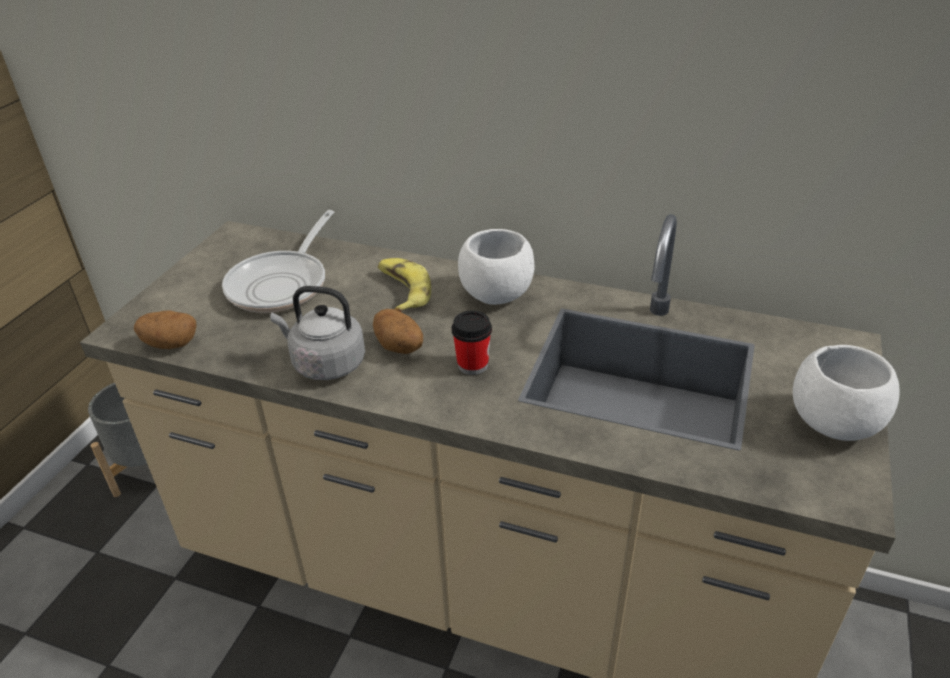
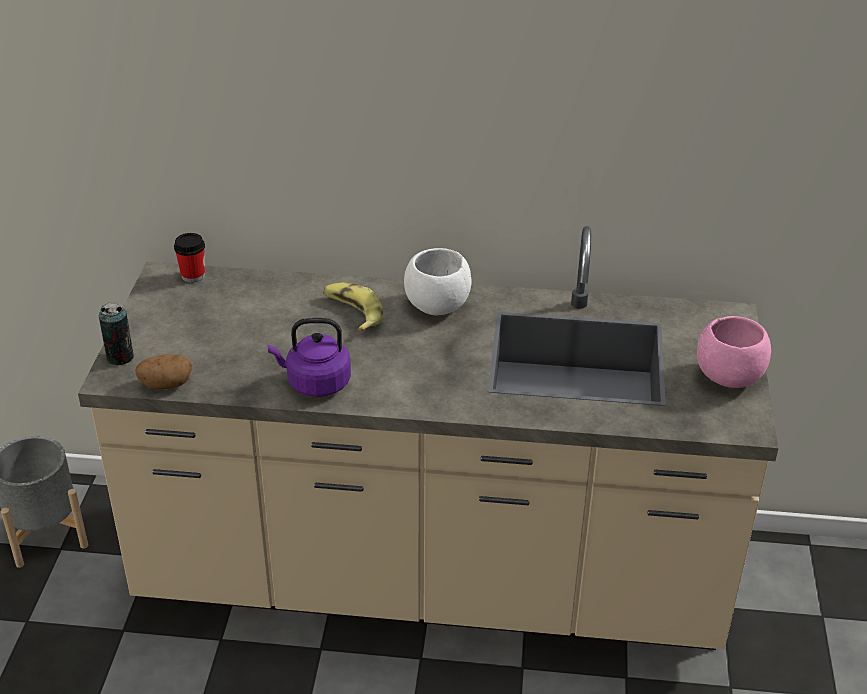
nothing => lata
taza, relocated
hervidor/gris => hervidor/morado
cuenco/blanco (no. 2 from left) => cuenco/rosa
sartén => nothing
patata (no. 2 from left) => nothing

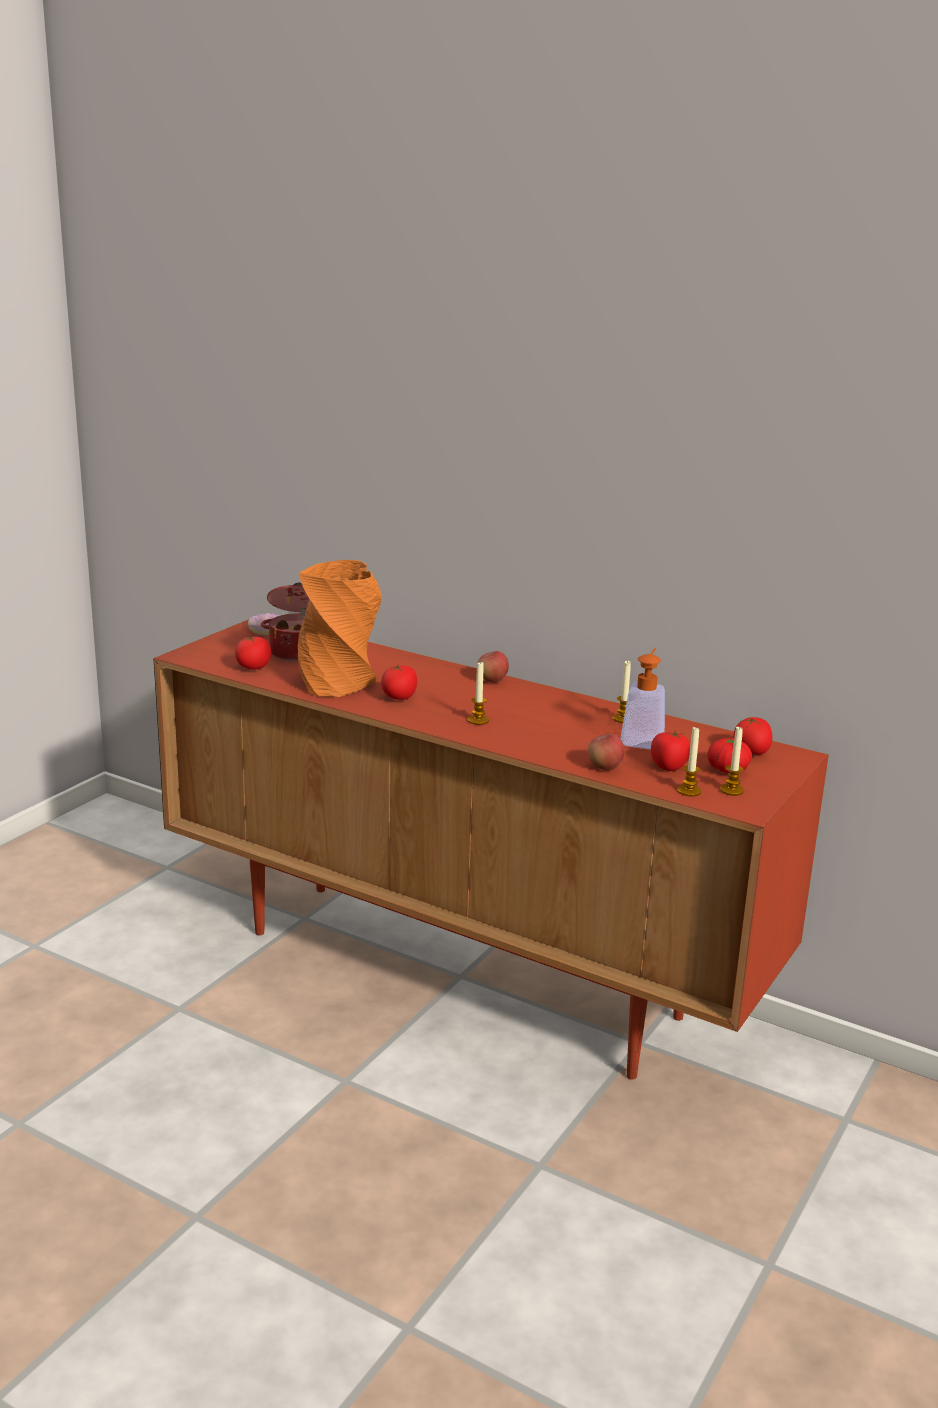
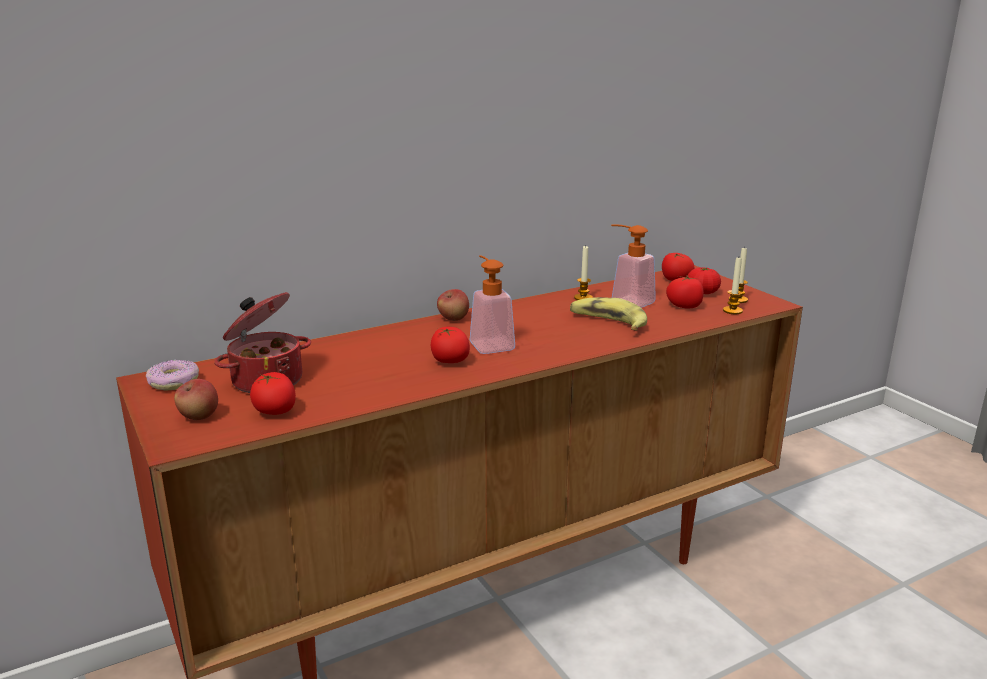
manzana (no. 2 from left in the first image) => manzana (no. 1 from left), relocated
nothing => dispensador de jabón (no. 1 from left)
nothing => plátano
florero/naranja => nothing
vela (no. 1 from left) => nothing

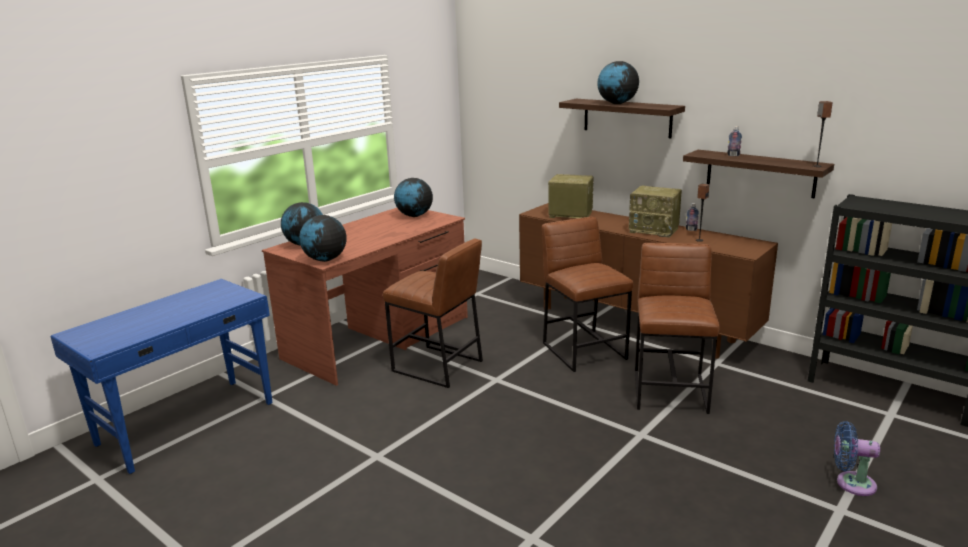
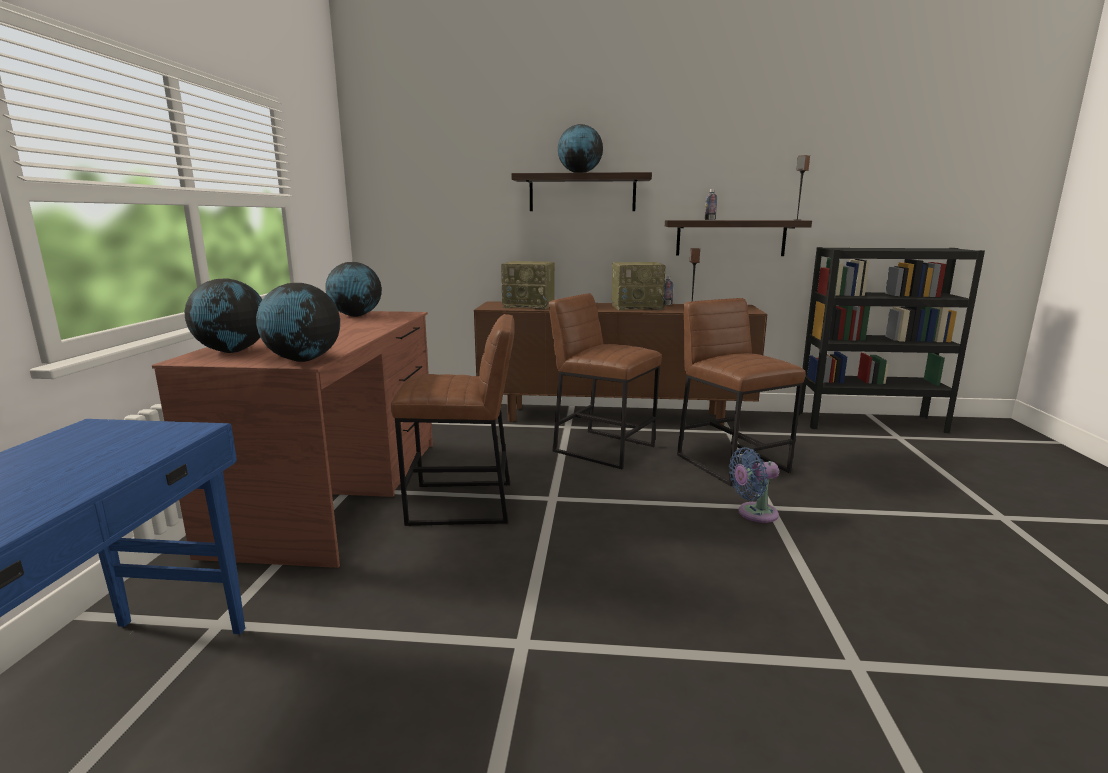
radio (no. 1 from left), 150 degrees counterclockwise
ventilador/azul, relocated

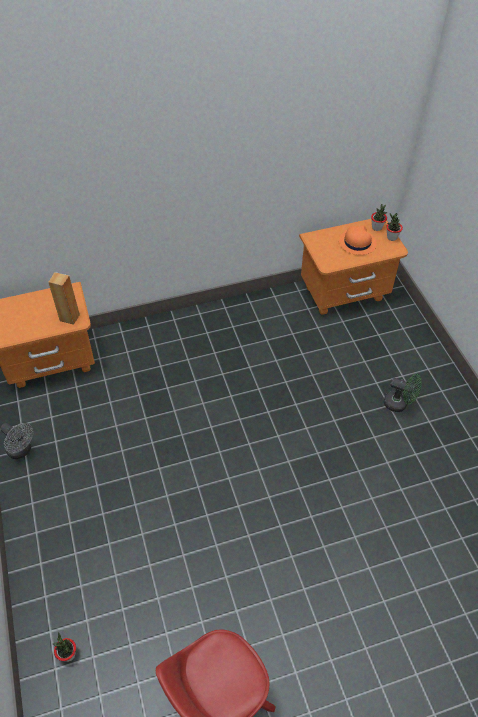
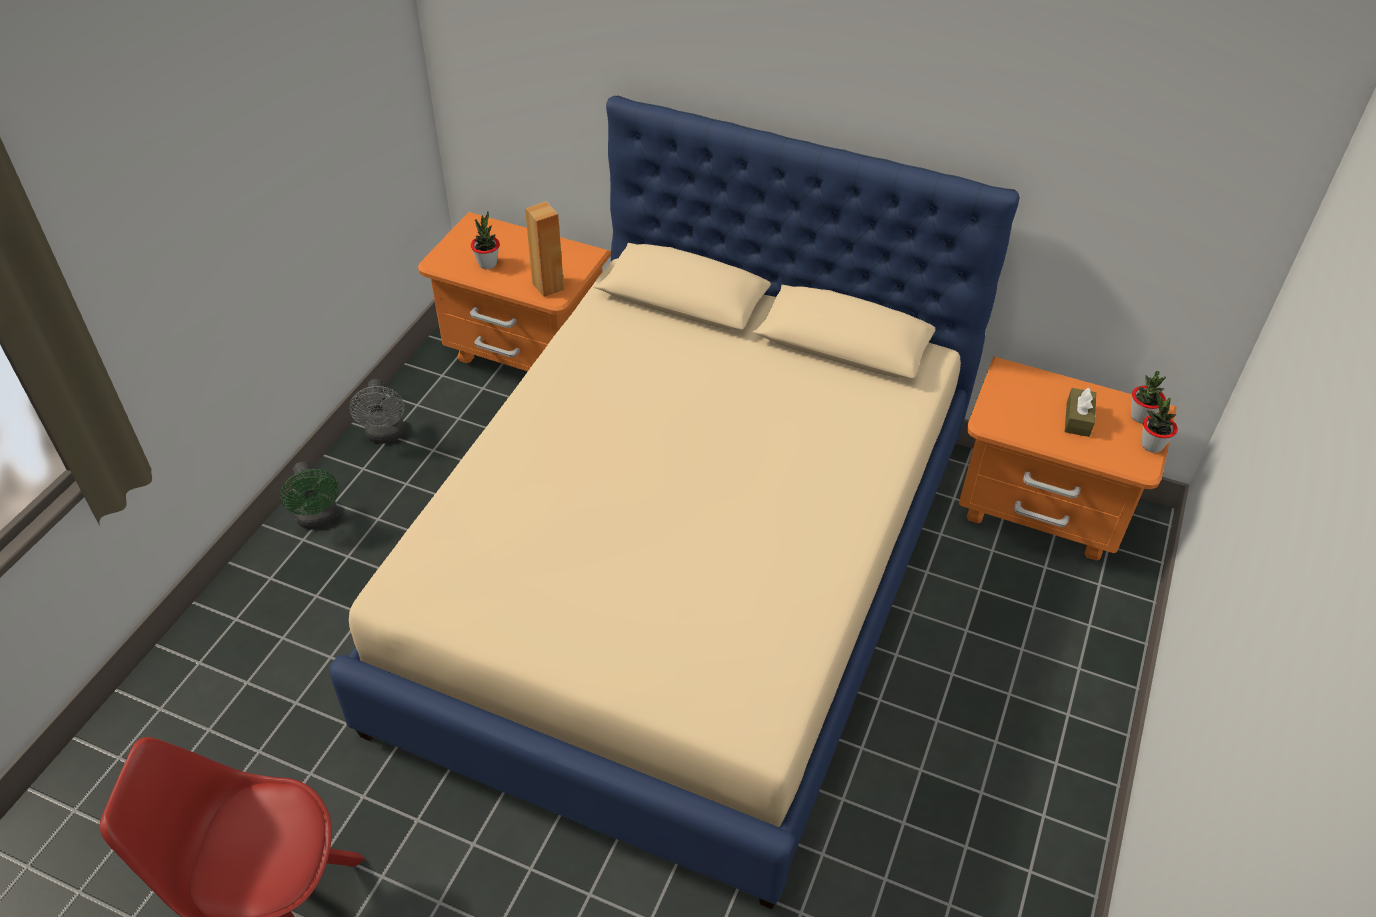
ventilador/verde, relocated
nothing => cama/beis
planta en maceta (no. 1 from left), relocated
sombrero/naranja => caja de pañuelos/marrón

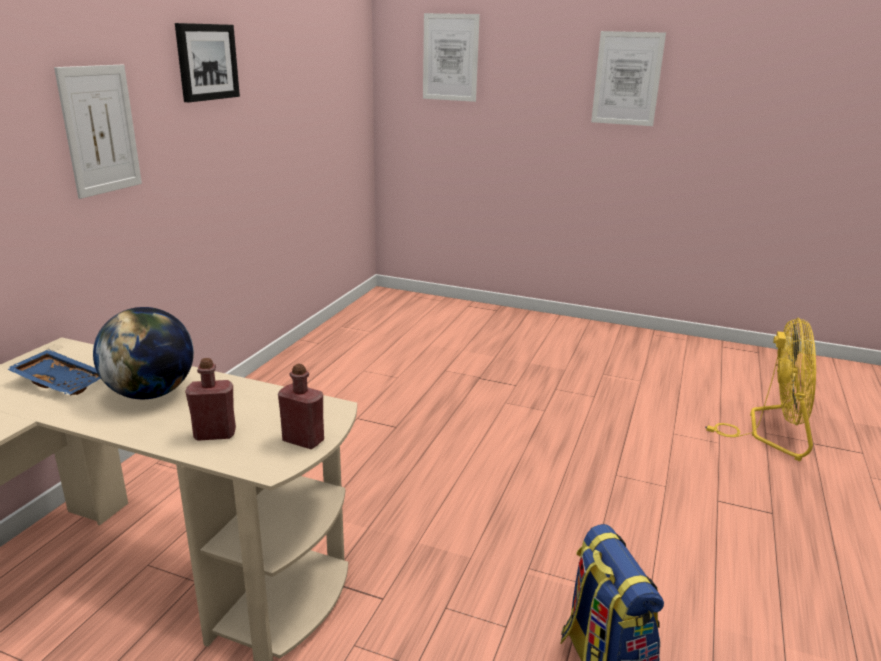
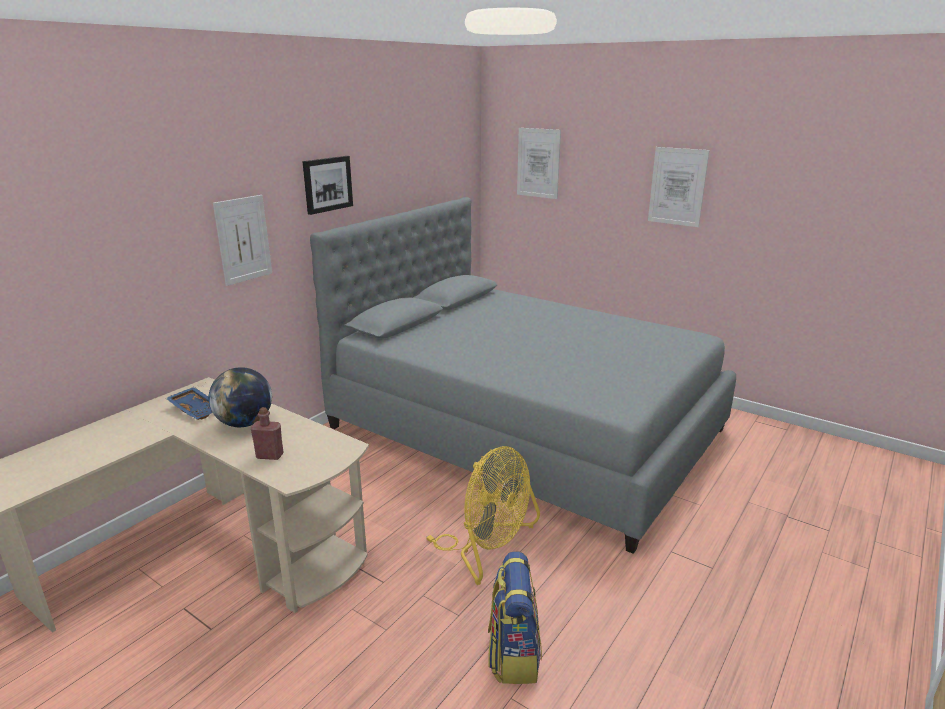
nothing => cama/gris
ventilador/amarillo, relocated
botella/rojo (no. 2 from left) => nothing

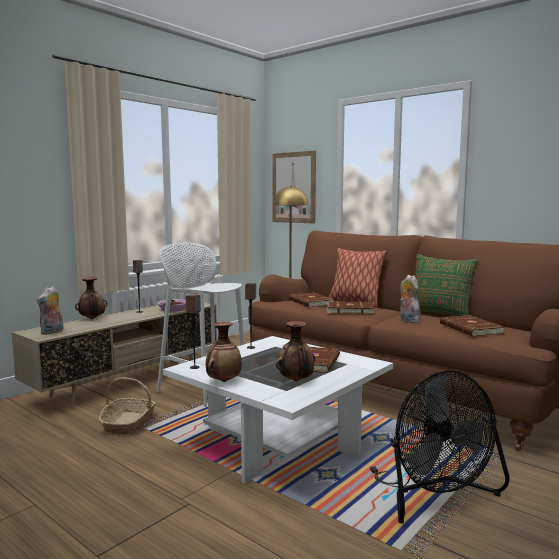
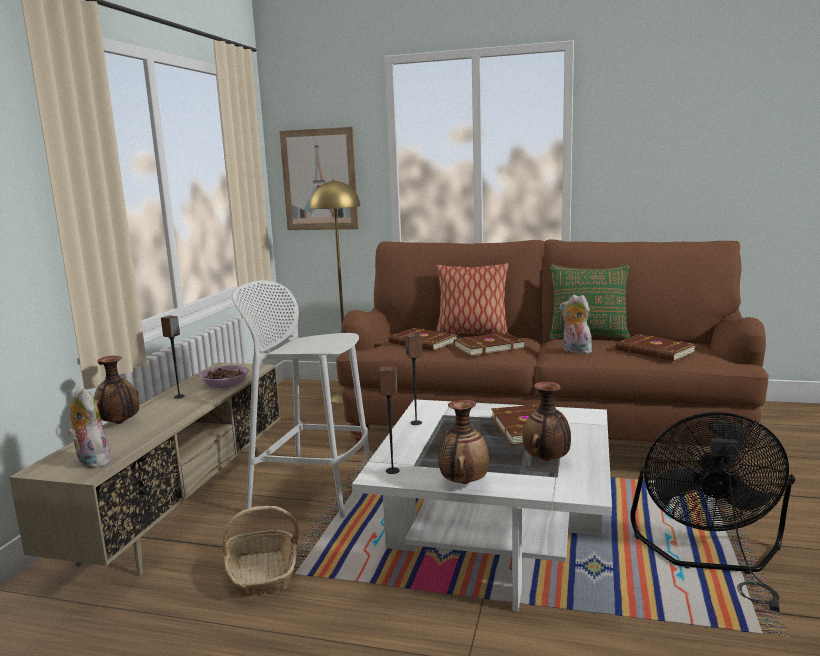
peluche (no. 1 from left), 135 degrees clockwise
ventilador/negro, 120 degrees counterclockwise

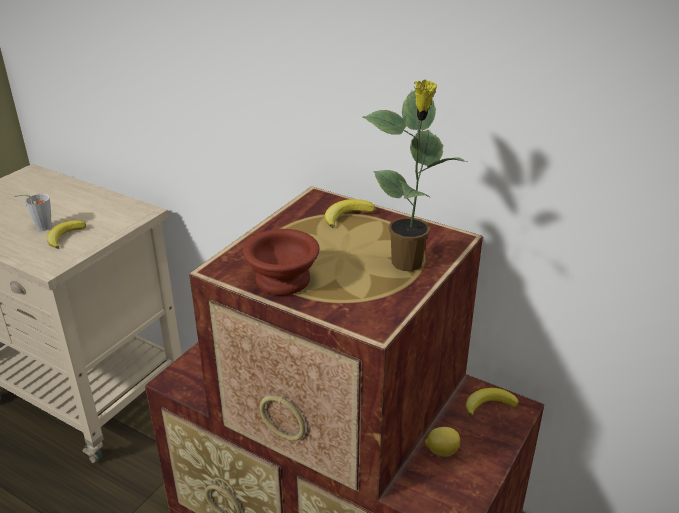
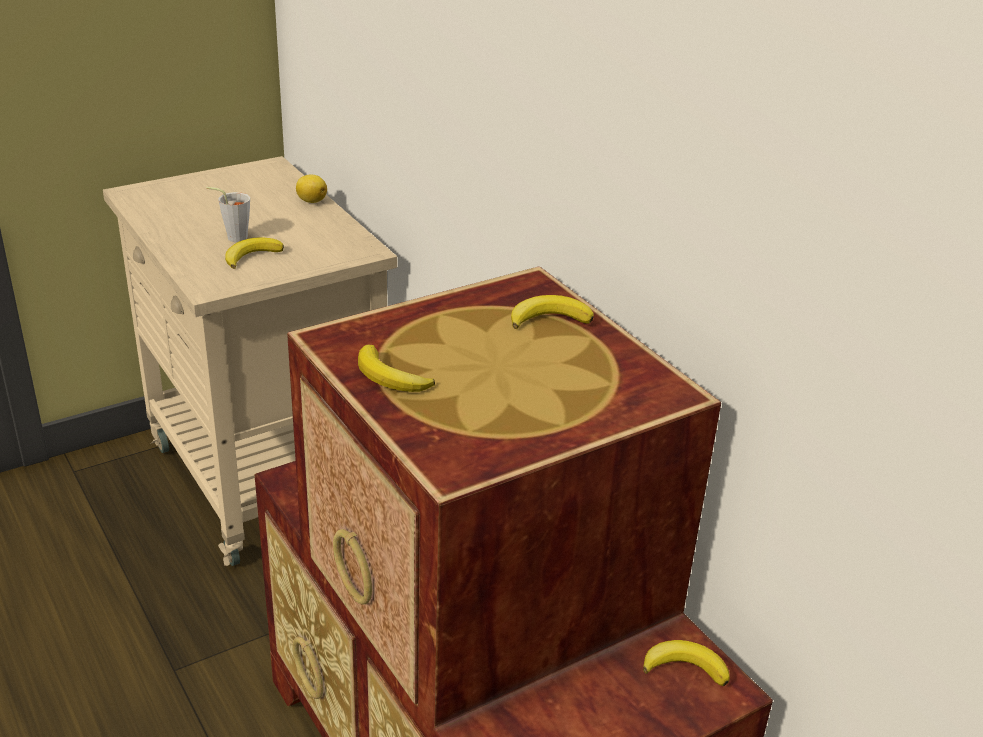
limón, relocated
cuenco/marrón => plátano (no. 2 from left)
planta en maceta => nothing

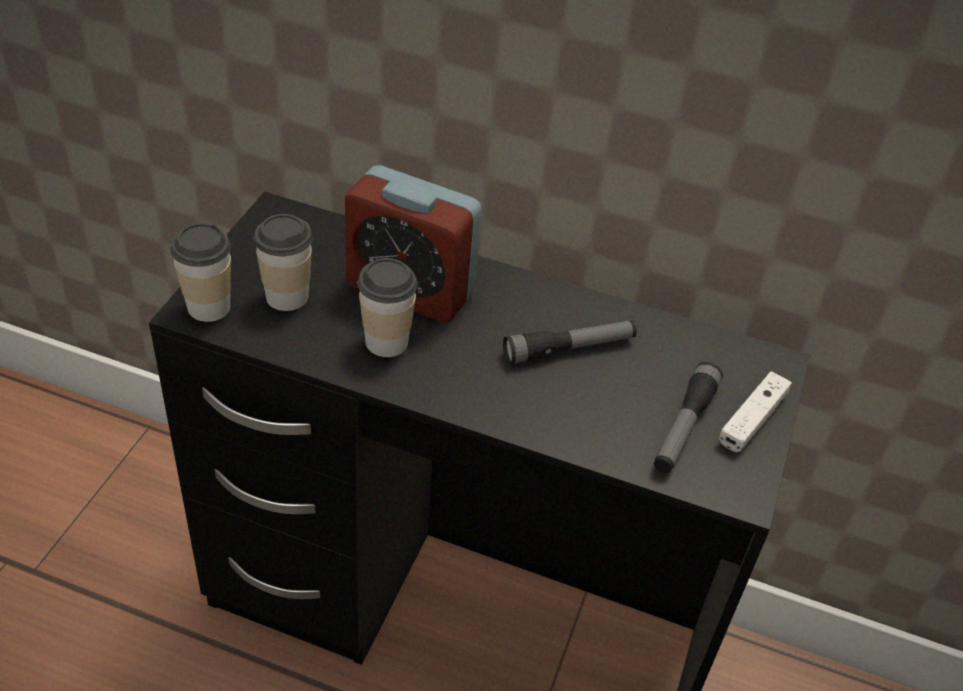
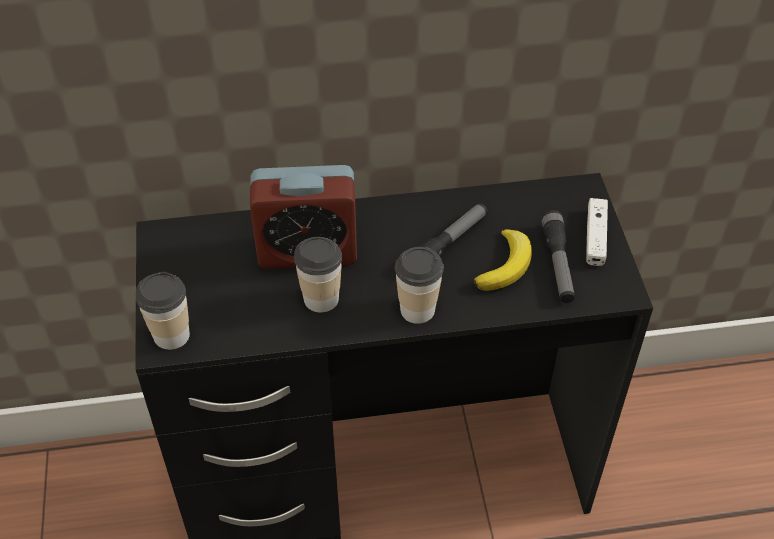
taza (no. 2 from left in the first image) => taza (no. 3 from left), relocated
nothing => plátano

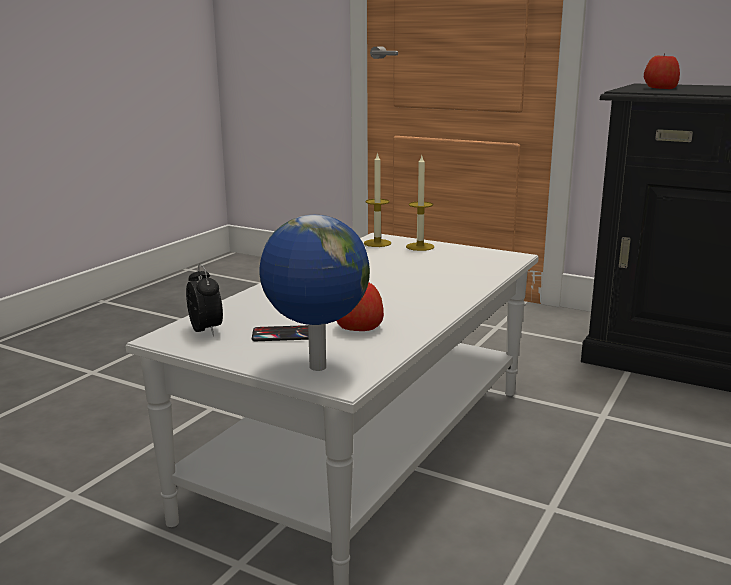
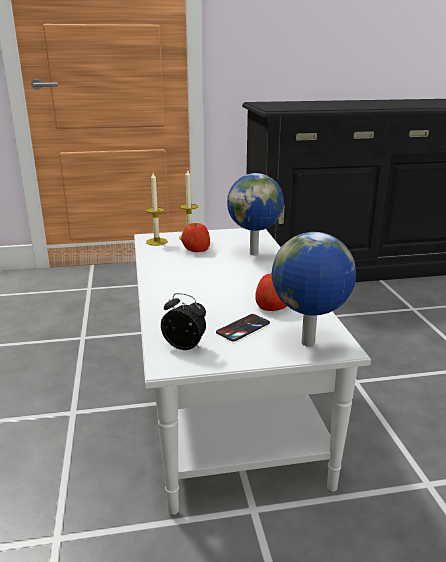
manzana (no. 2 from left in the first image) => manzana (no. 1 from left), relocated
nothing => globo terráqueo (no. 1 from left)

